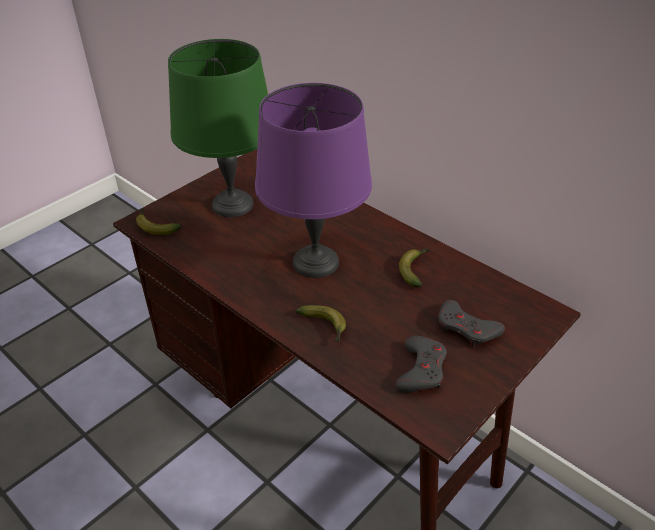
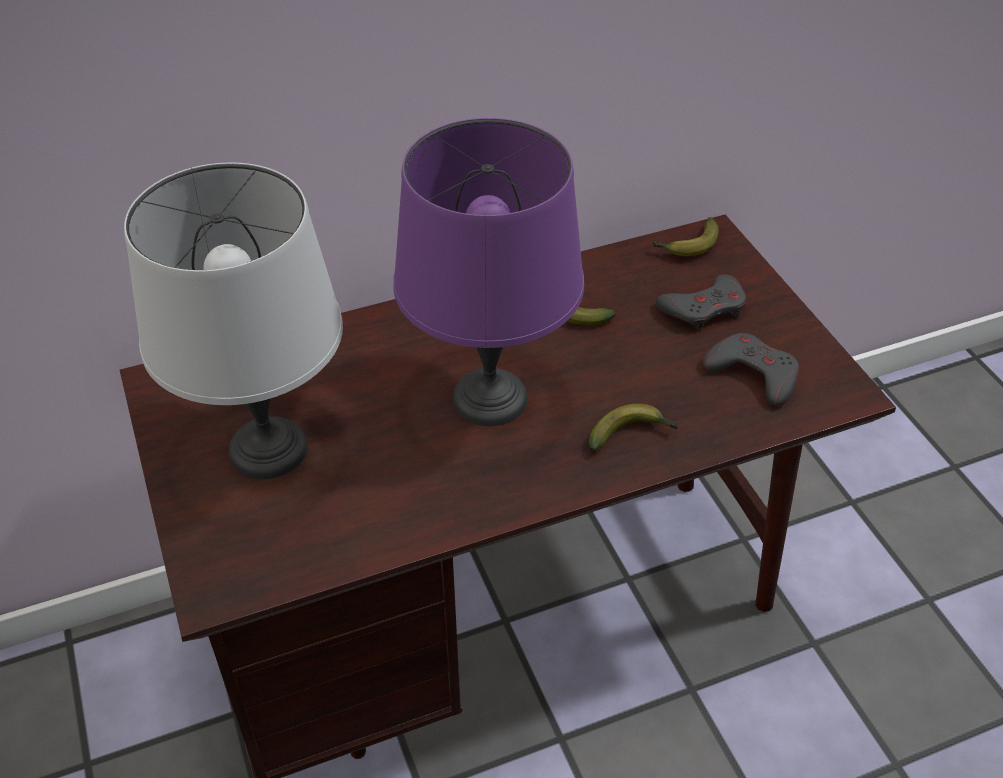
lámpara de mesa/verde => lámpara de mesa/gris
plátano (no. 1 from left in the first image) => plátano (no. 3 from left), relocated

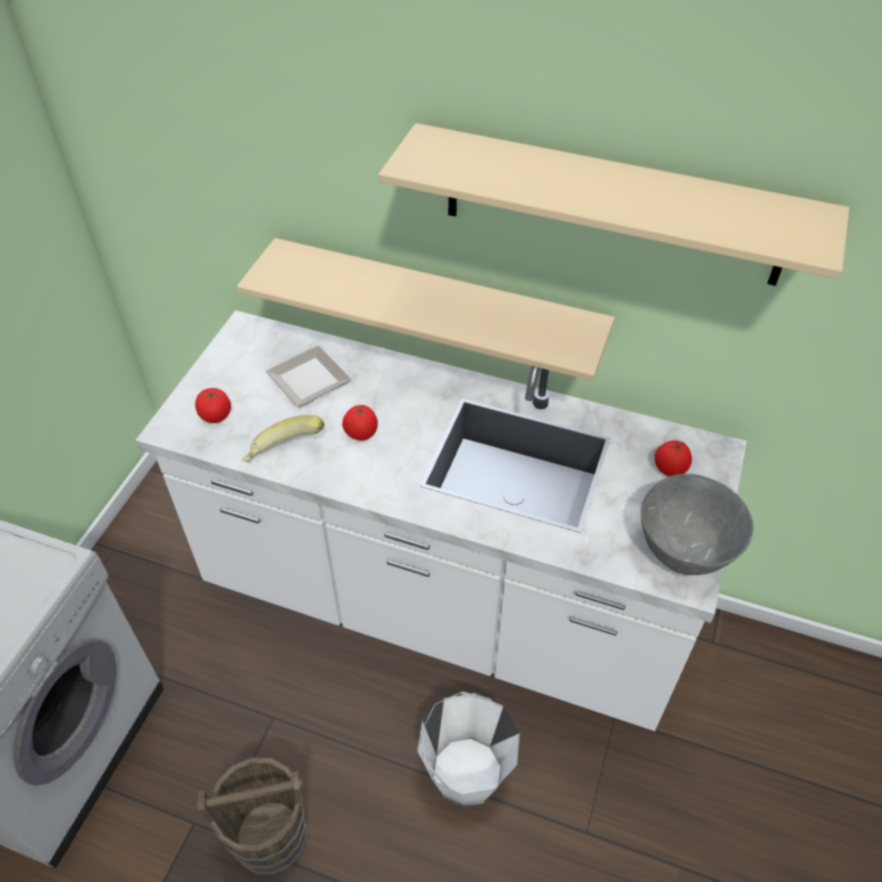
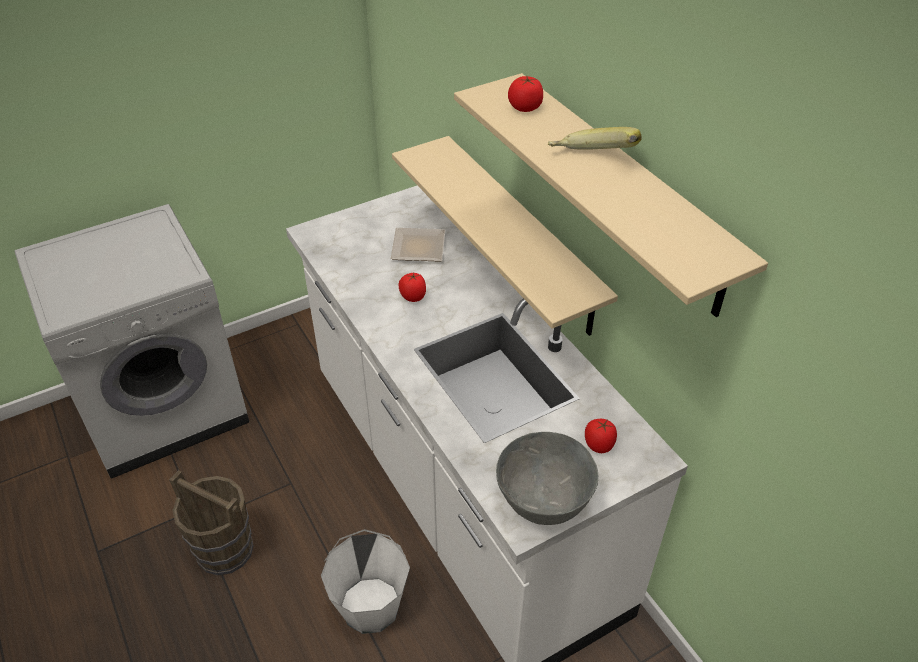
tomate (no. 1 from left in the first image) => tomate (no. 2 from left), relocated
plátano, relocated

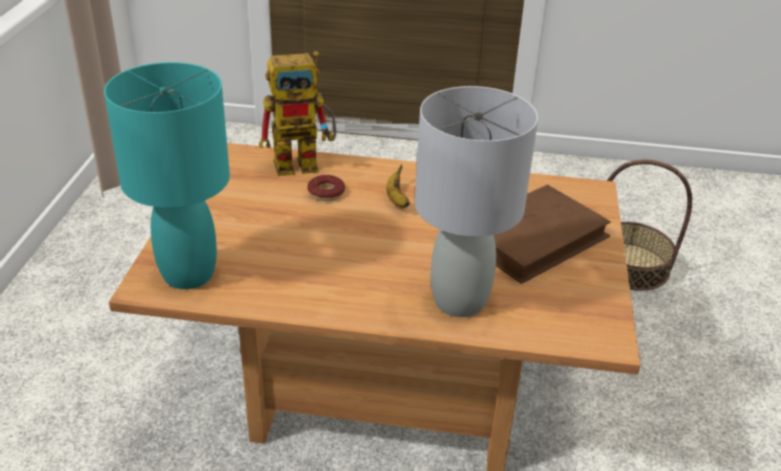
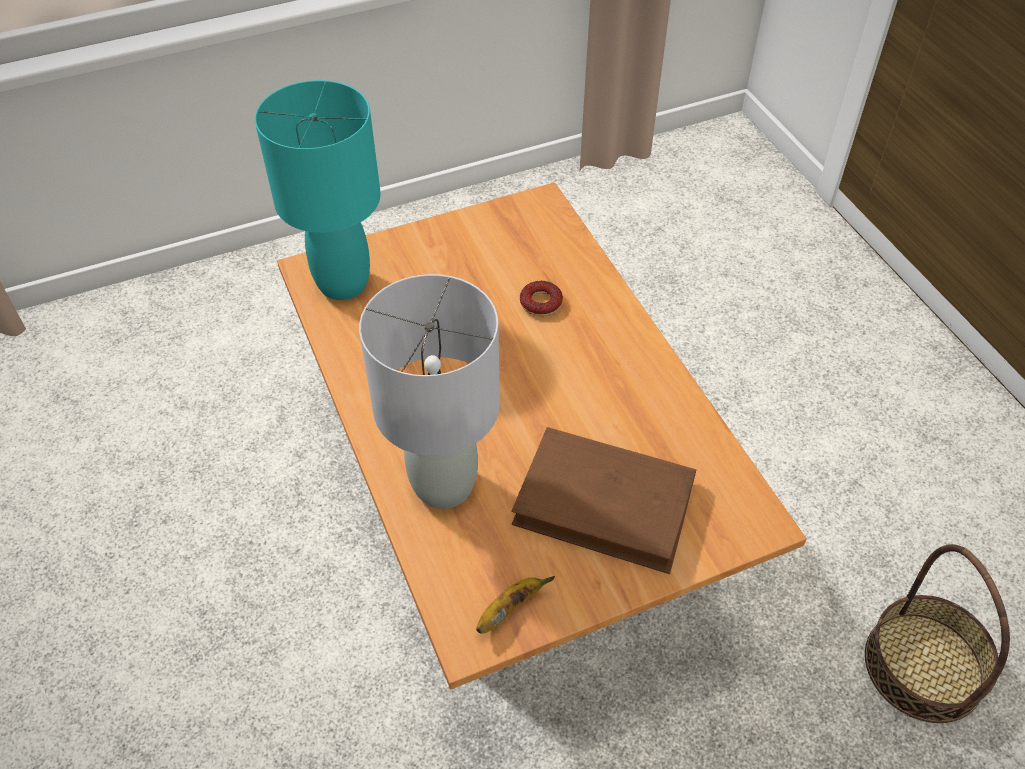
plátano, relocated
robot de juguete => nothing

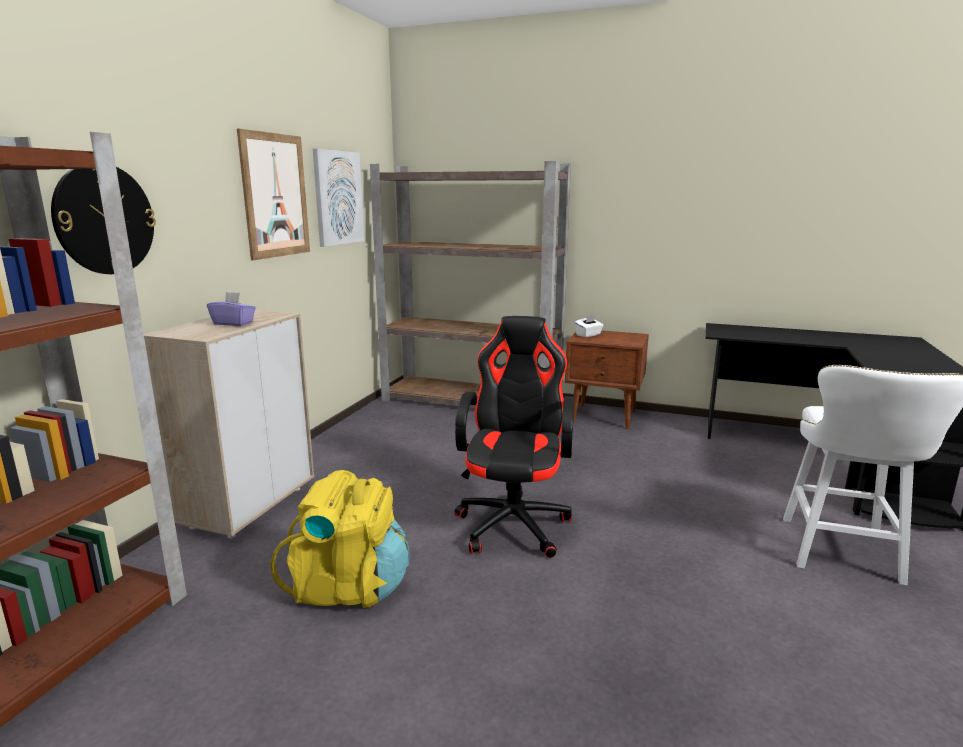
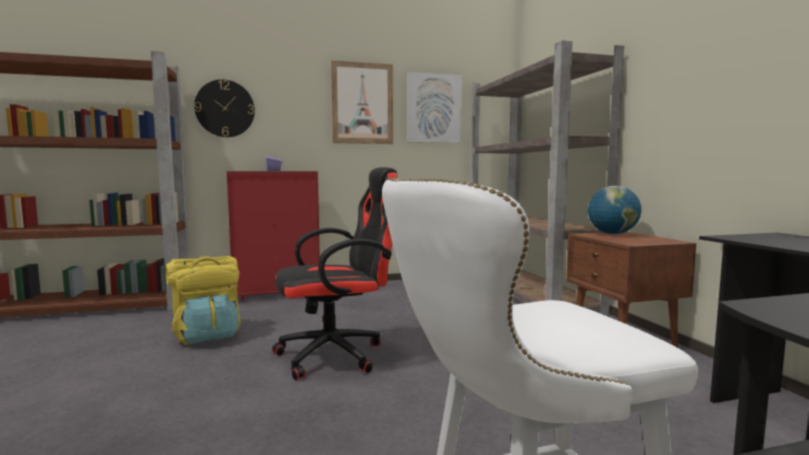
armario/beis => armario/rojo
caja de pañuelos/blanco => globo terráqueo

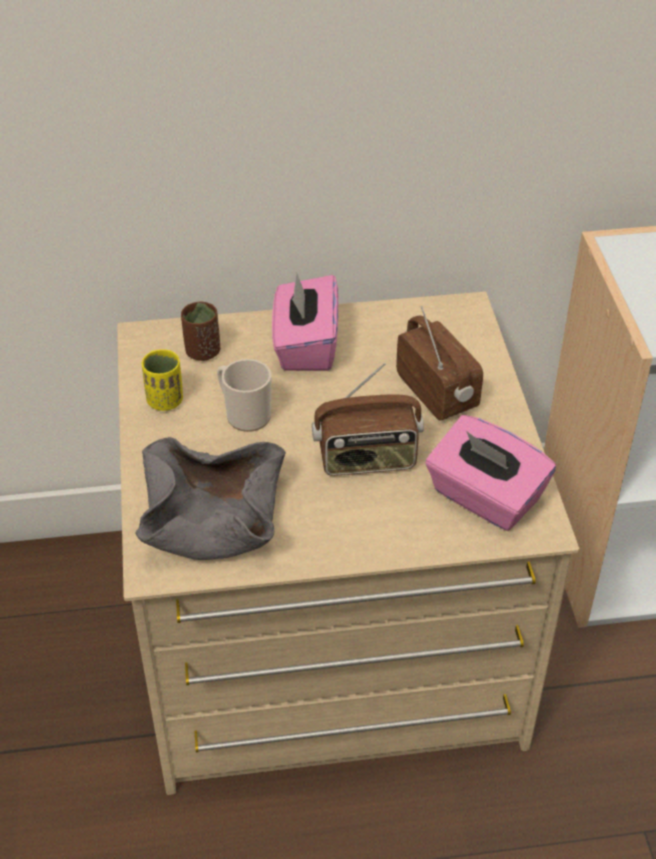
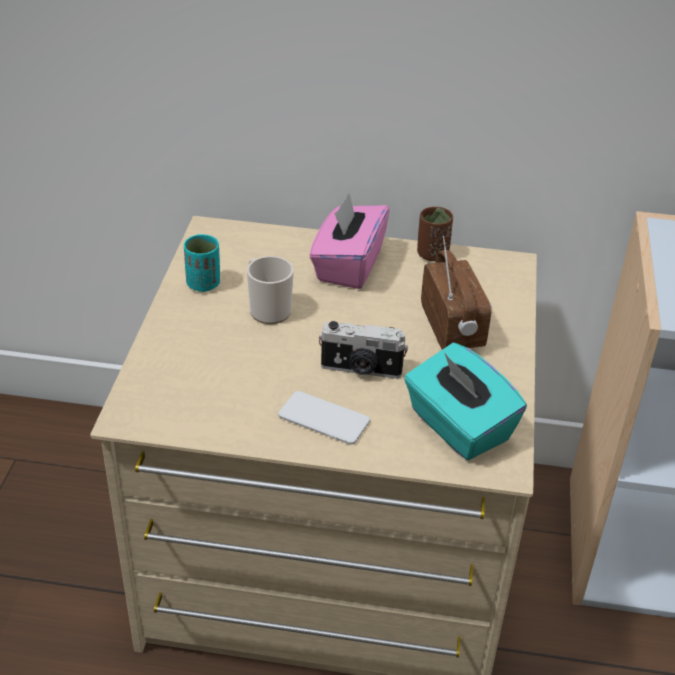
taza/amarillo => taza/turquesa
nothing => móvil
radio (no. 1 from left) => cámara
caja de pañuelos/rosa (no. 2 from left) => caja de pañuelos/turquesa
taza/marrón, relocated
cuenco/gris => nothing

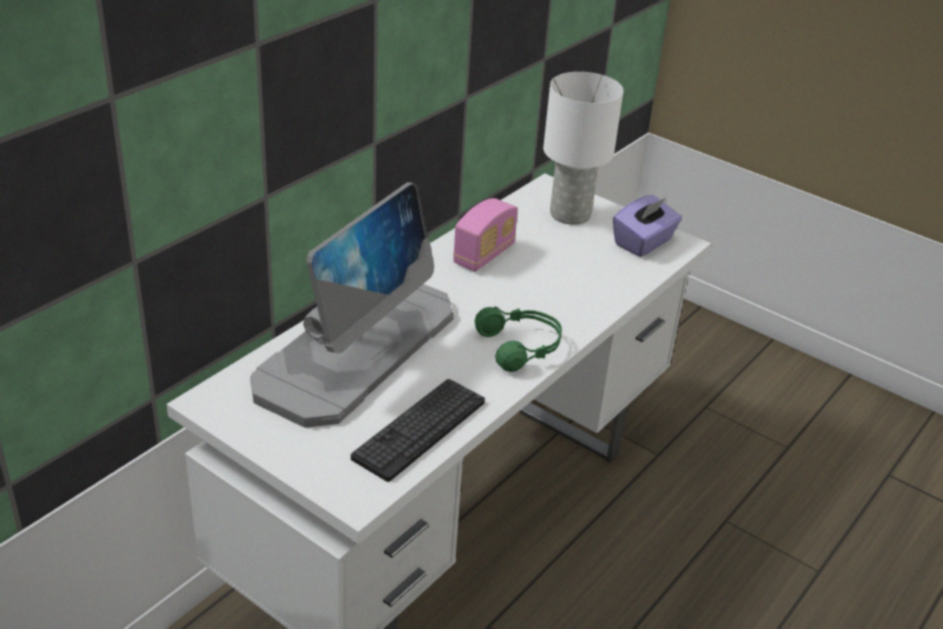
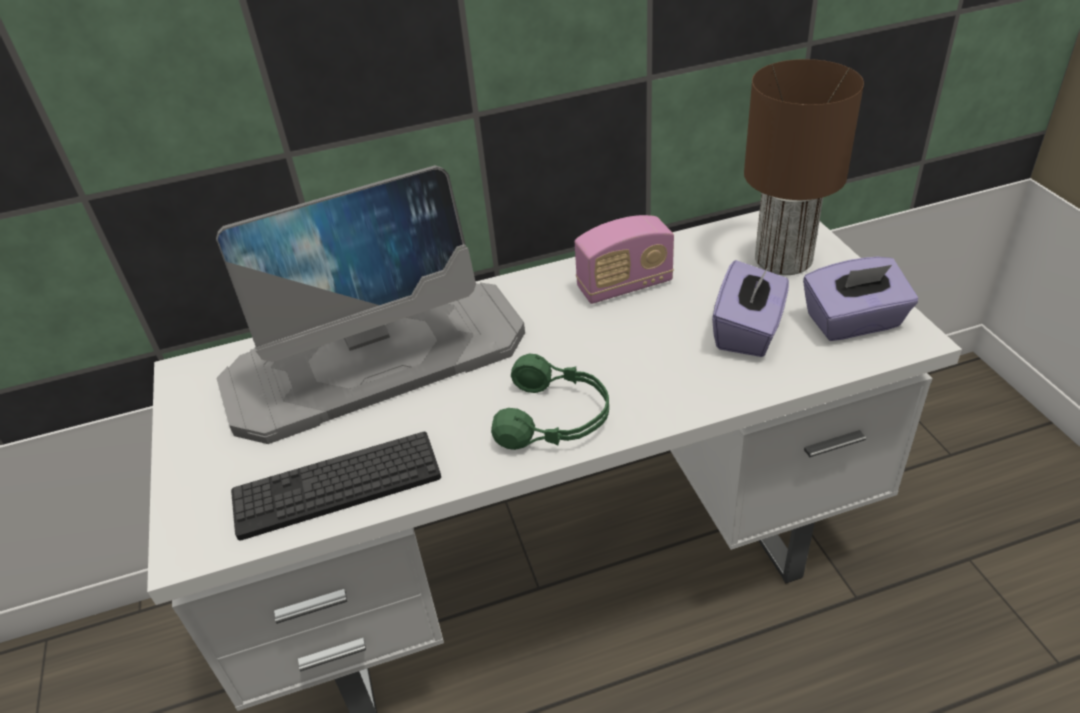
nothing => caja de pañuelos/morado (no. 1 from left)
lámpara de mesa/blanco => lámpara de mesa/marrón

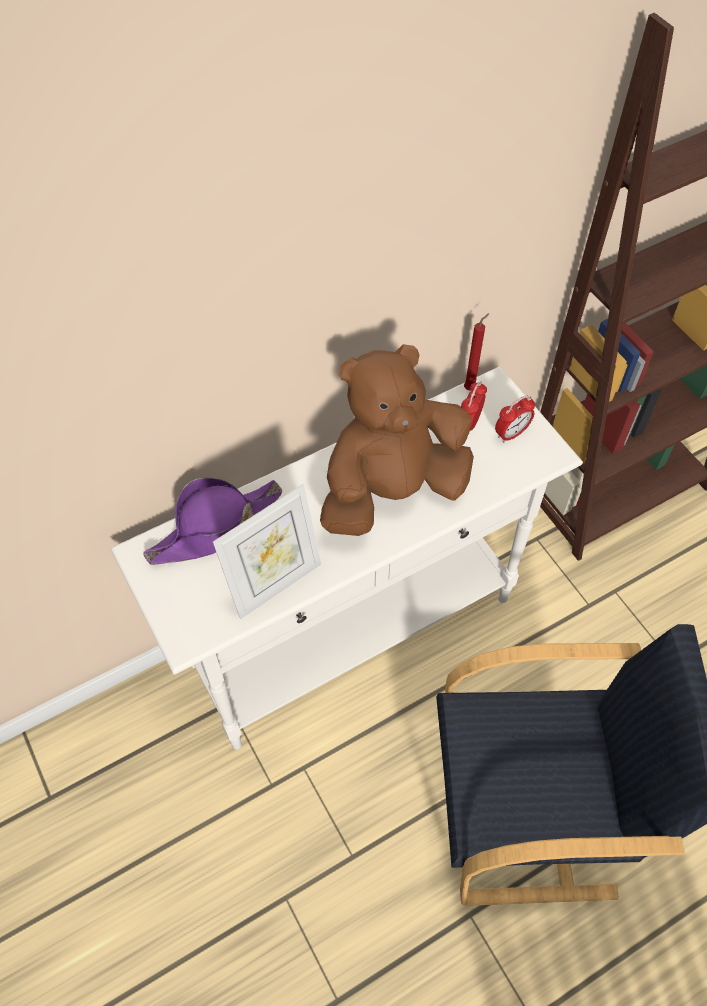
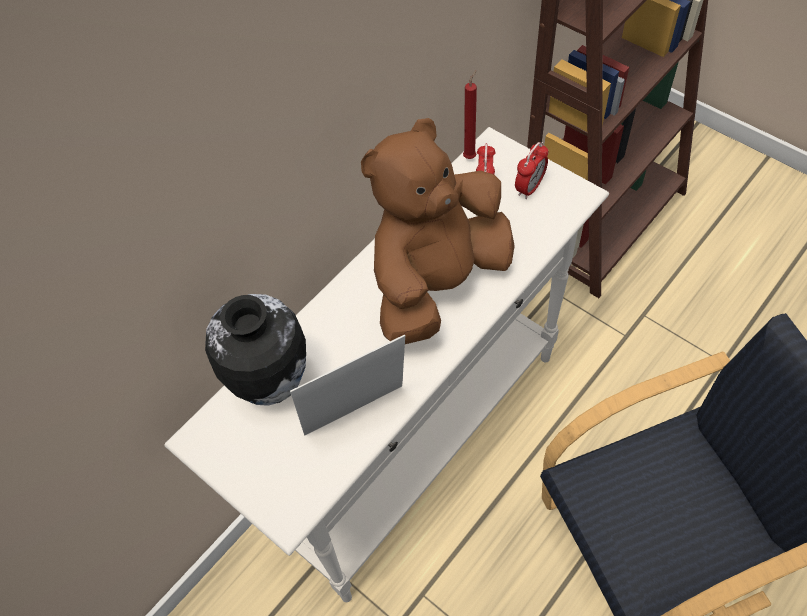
sombrero/morado => florero
portarretratos, 150 degrees counterclockwise

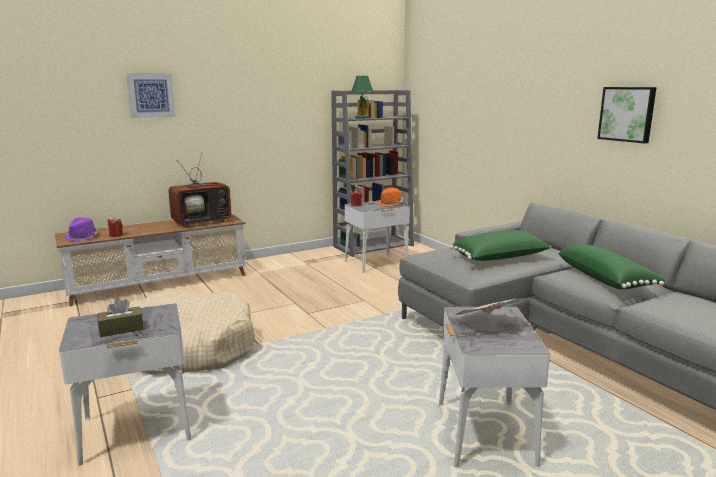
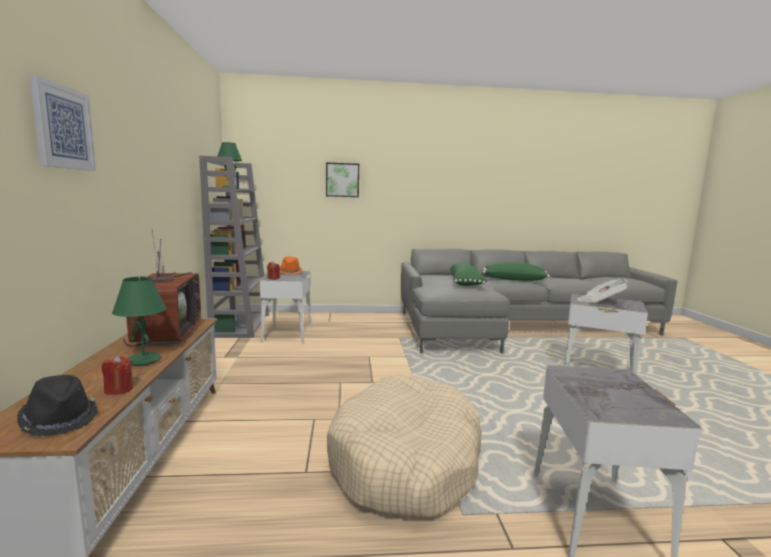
sombrero/morado => sombrero/negro
nothing => lámpara de mesa/verde (no. 1 from left)
cuadro (no. 2 from left), relocated
caja de pañuelos/marrón => nothing

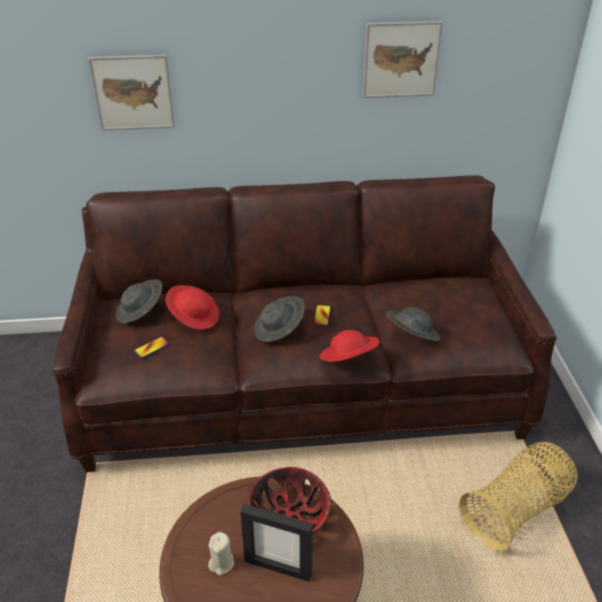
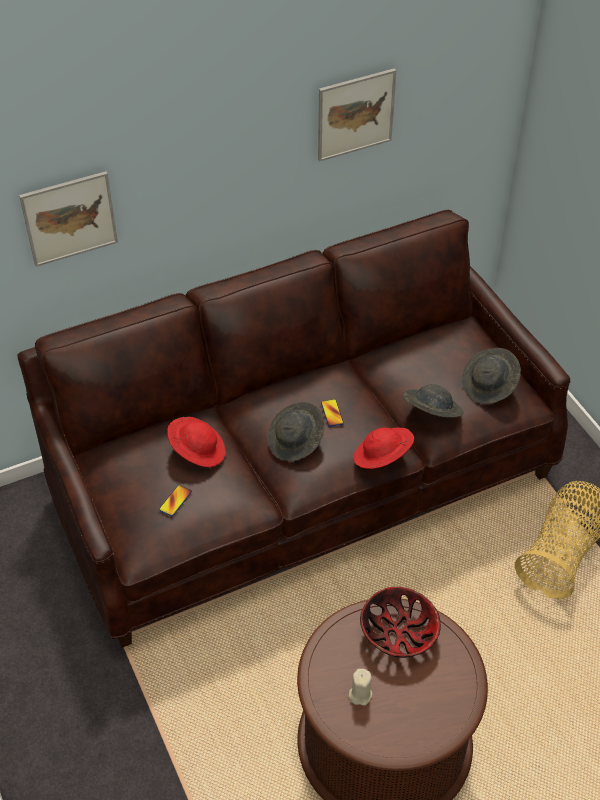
sombrero/gris (no. 1 from left in the first image) => sombrero/gris (no. 3 from left), relocated
portarretratos => nothing

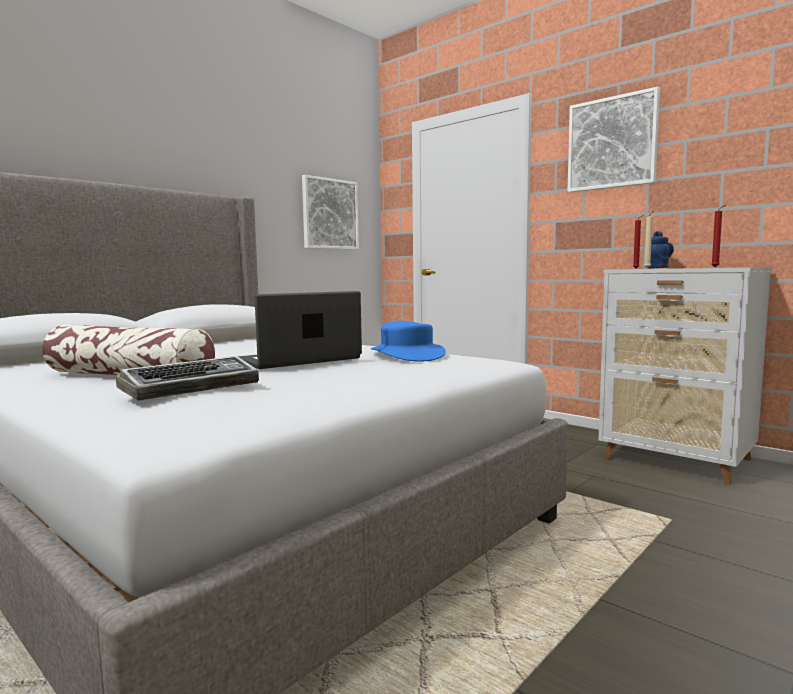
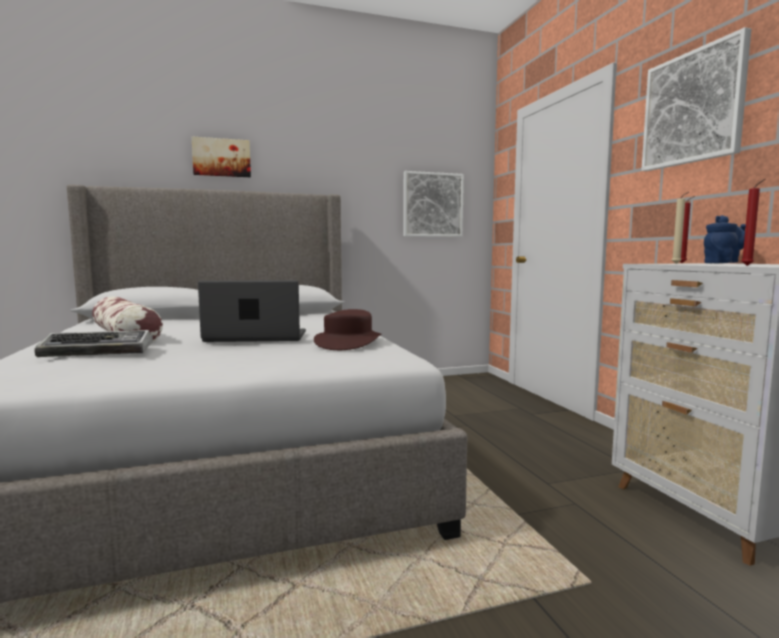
nothing => cuadro (no. 1 from left)
sombrero/azul => sombrero/marrón

